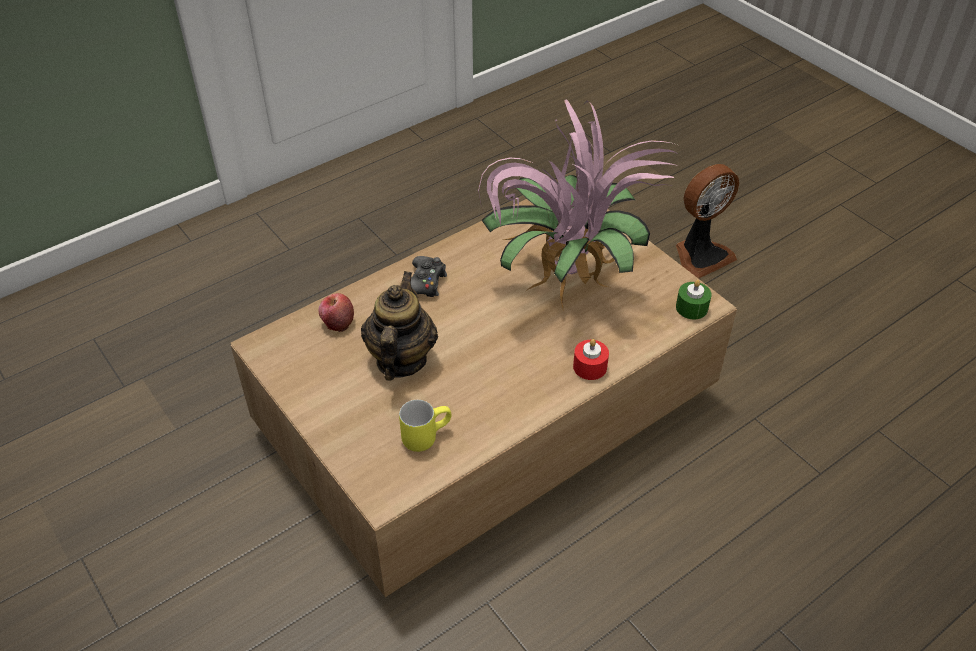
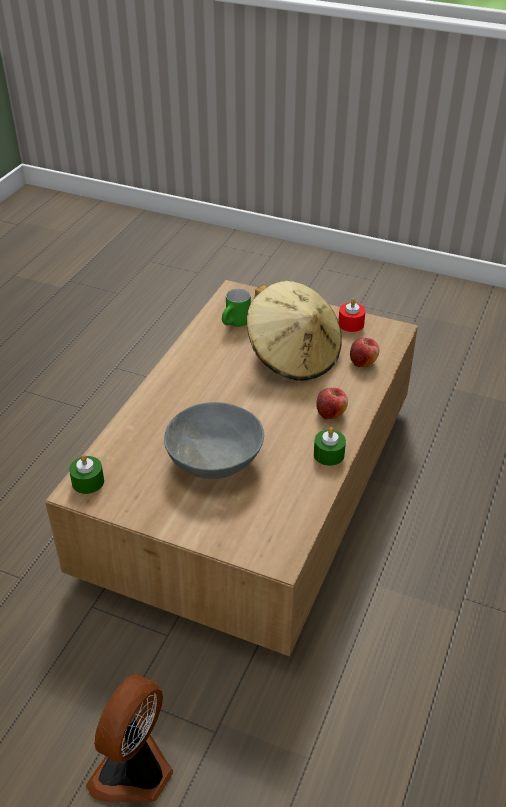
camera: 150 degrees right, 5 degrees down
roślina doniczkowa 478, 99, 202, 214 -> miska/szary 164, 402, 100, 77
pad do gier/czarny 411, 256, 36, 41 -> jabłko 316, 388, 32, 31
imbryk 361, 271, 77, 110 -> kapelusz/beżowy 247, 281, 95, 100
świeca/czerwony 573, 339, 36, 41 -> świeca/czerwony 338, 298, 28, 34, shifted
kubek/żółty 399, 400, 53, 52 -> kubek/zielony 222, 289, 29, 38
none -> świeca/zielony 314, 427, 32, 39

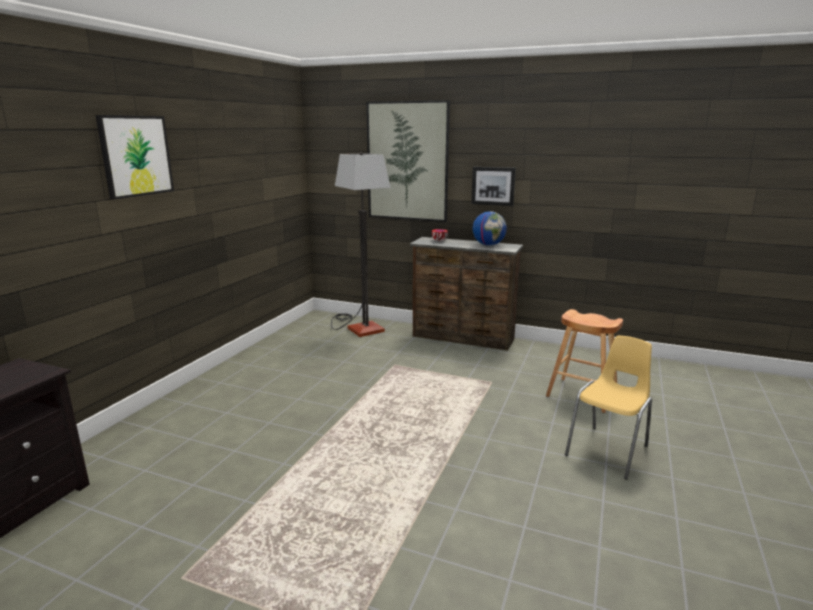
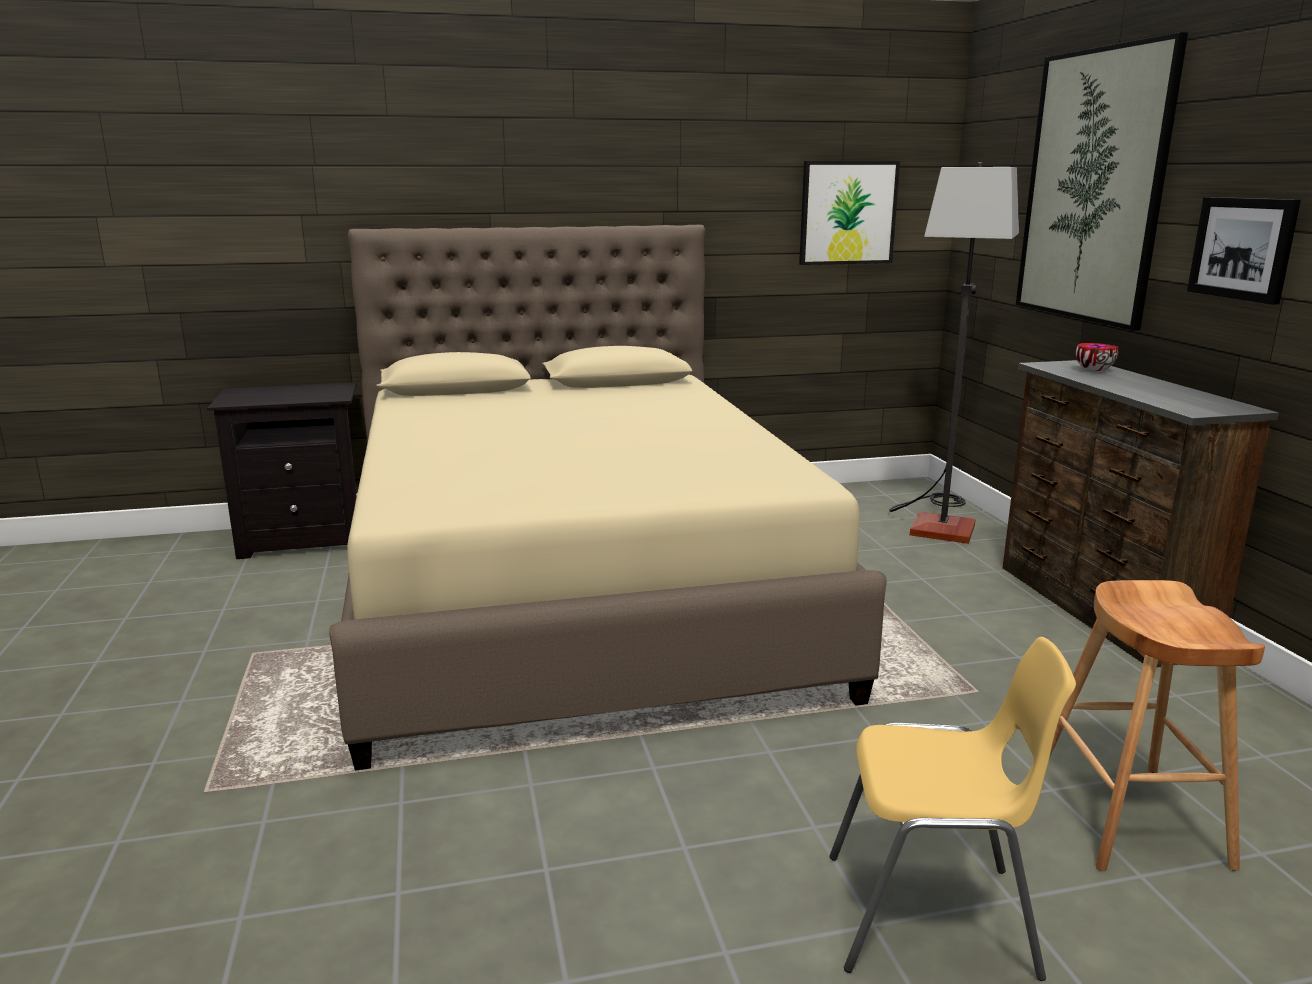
camera: 55 degrees right, 0 degrees up
obraz 95, 115, 79, 85 -> obraz 799, 161, 101, 104, shifted
globus 473, 211, 34, 35 -> none
none -> łóżko/beżowy 329, 225, 558, 546

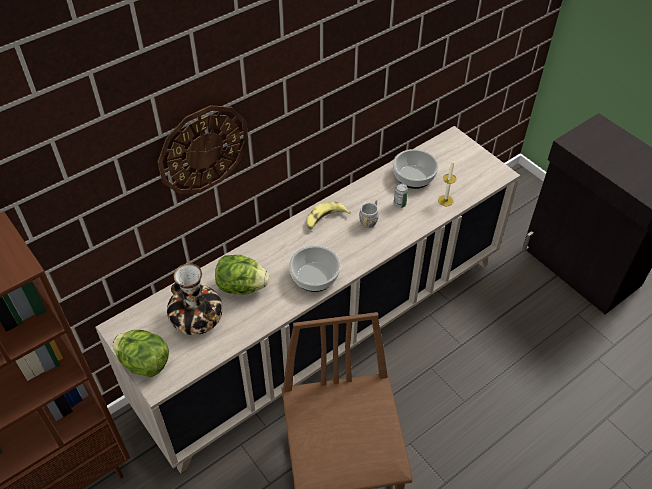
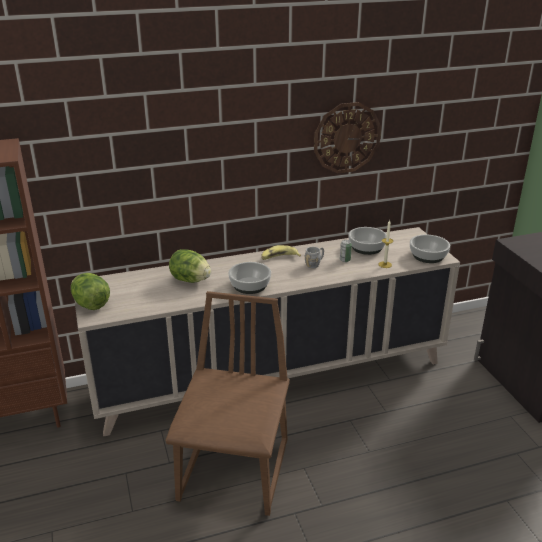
camera: 20 degrees right, 20 degrees down
zegar ścienny 157, 105, 91, 89 -> zegar ścienny 314, 102, 67, 72, shifted
wazon 167, 264, 56, 71 -> none
none -> miska 410, 235, 40, 28

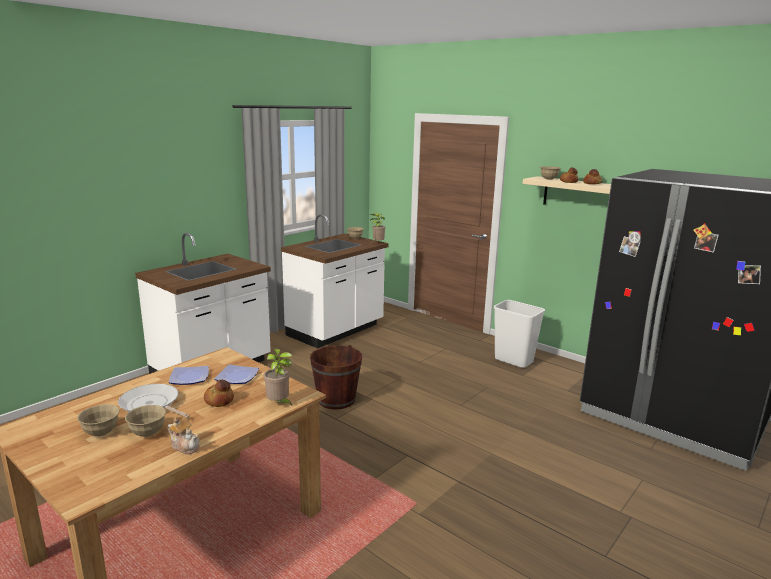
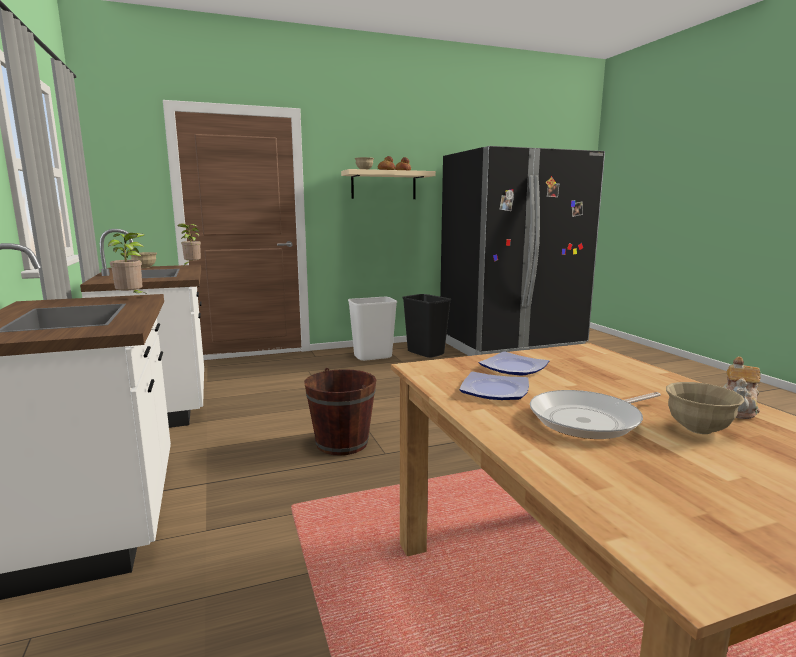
camera: 60 degrees left, 5 degrees down
roślina doniczkowa 264, 349, 28, 56 -> roślina doniczkowa 108, 233, 40, 62, shifted
chleb 204, 380, 30, 27 -> none
miska/beżowy 77, 404, 43, 32 -> none
imbryk 168, 417, 32, 37 -> imbryk 723, 357, 37, 62, 150 degrees clockwise
none -> kosz na śmieci/czarny 402, 294, 49, 64

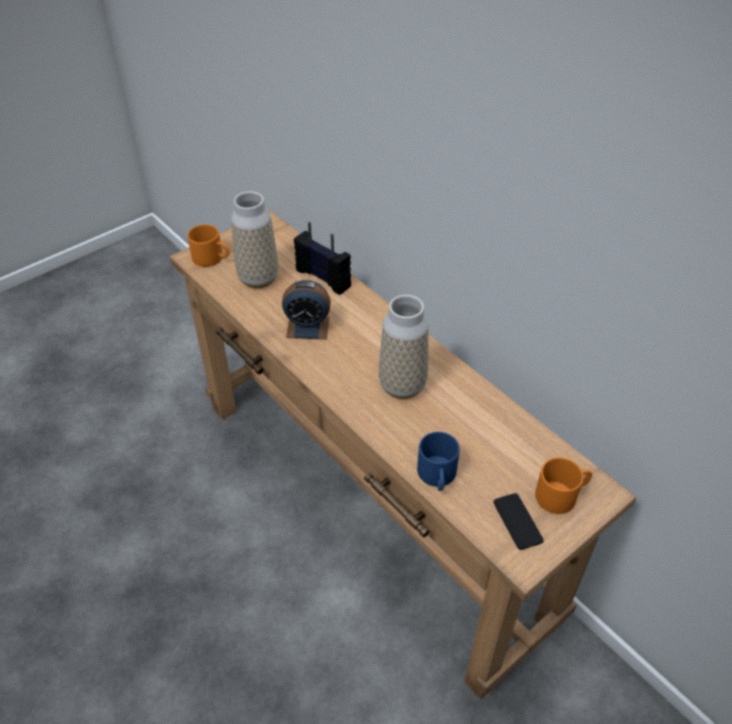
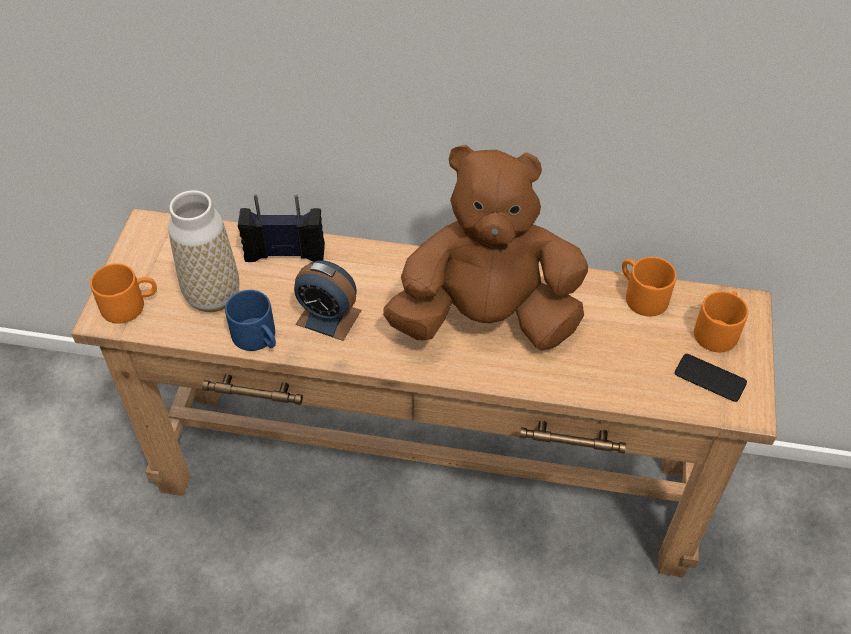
camera: 40 degrees left, 5 degrees up
budzik 282, 280, 49, 60 -> budzik 294, 260, 67, 81, 60 degrees clockwise
wazon 379, 295, 50, 104 -> pluszak/brązowy 383, 145, 205, 206
kubek/niebieski 417, 432, 43, 59 -> kubek/niebieski 225, 290, 51, 61, shifted
none -> kubek/pomarańczowy 622, 257, 55, 59

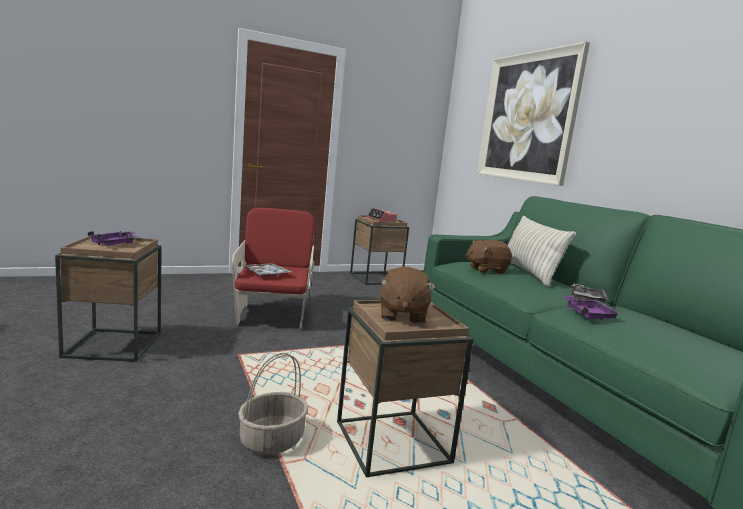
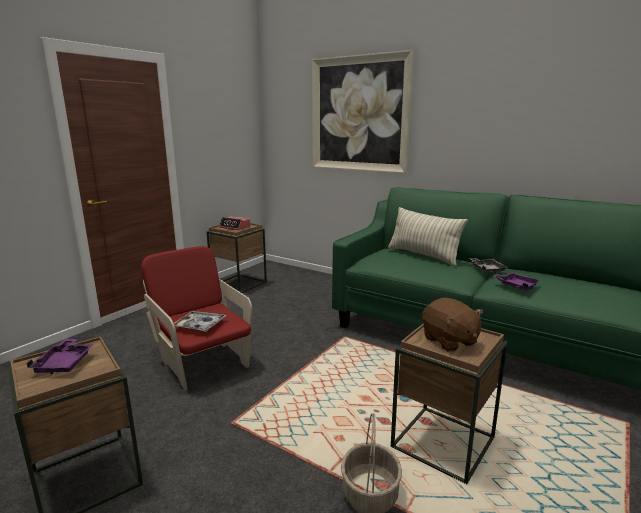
camera: 30 degrees left, 5 degrees up
pluszak/brązowy 466, 240, 46, 34 -> none

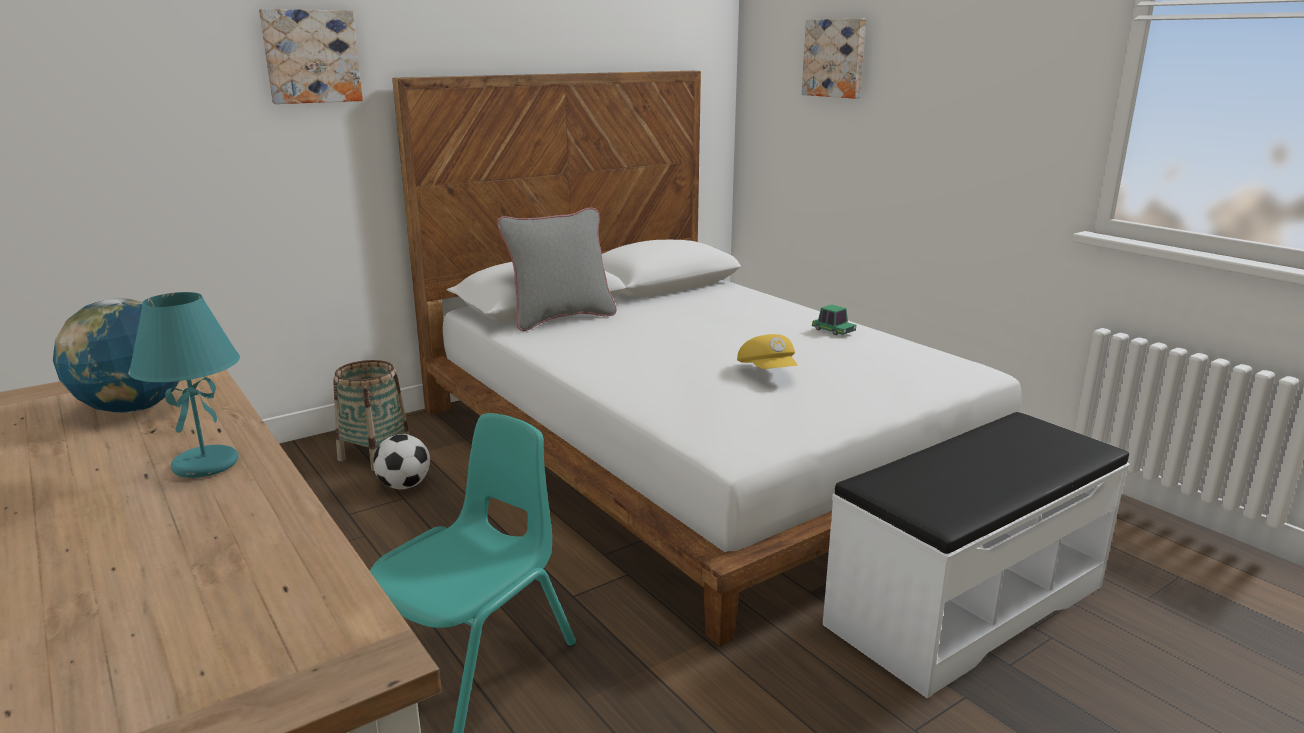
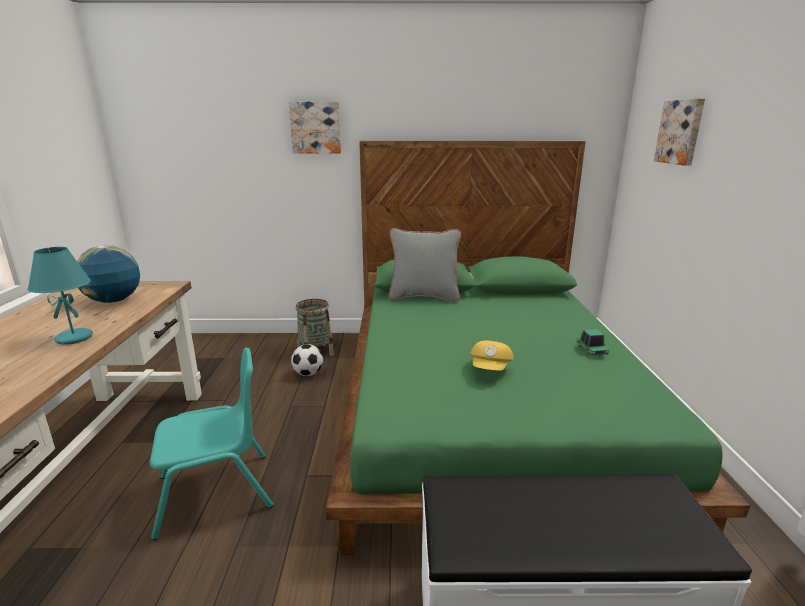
camera: 35 degrees right, 0 degrees up
łóżko/biały 392, 71, 630, 576 -> łóżko/zielony 326, 141, 424, 414

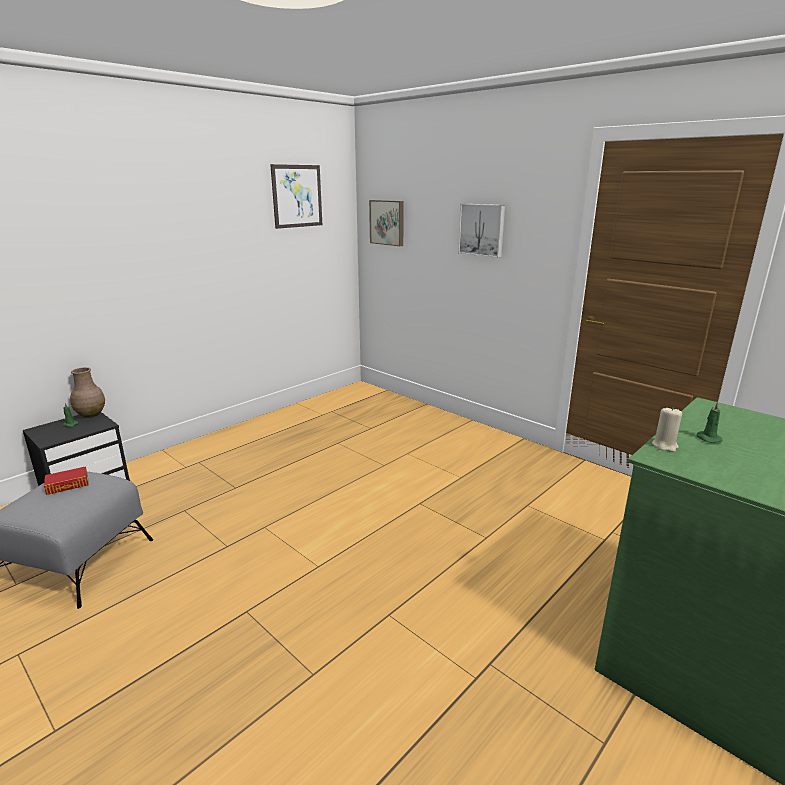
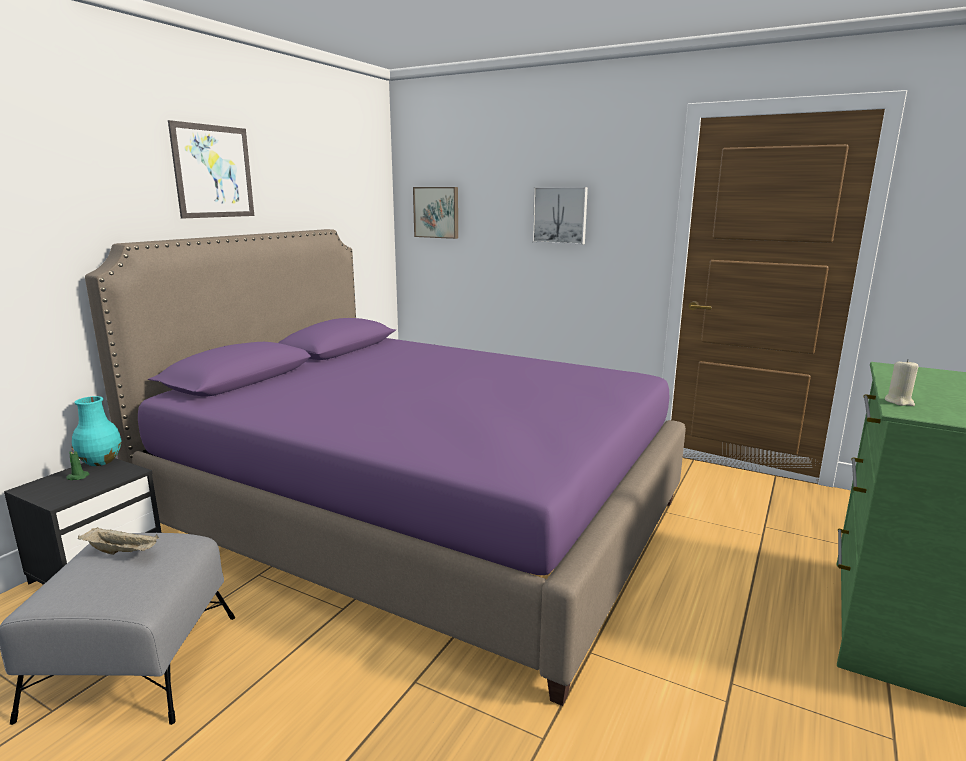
camera: 15 degrees left, 5 degrees down
obraz 270, 164, 52, 65 -> obraz 168, 120, 86, 99, shifted
wazon/brązowy 70, 367, 35, 51 -> wazon/turkusowy 72, 396, 50, 70
świeca/zielony 697, 401, 25, 42 -> none
książka 44, 466, 45, 29 -> taca/beżowy 78, 527, 81, 28
none -> łóżko/fioletowy 85, 229, 601, 477

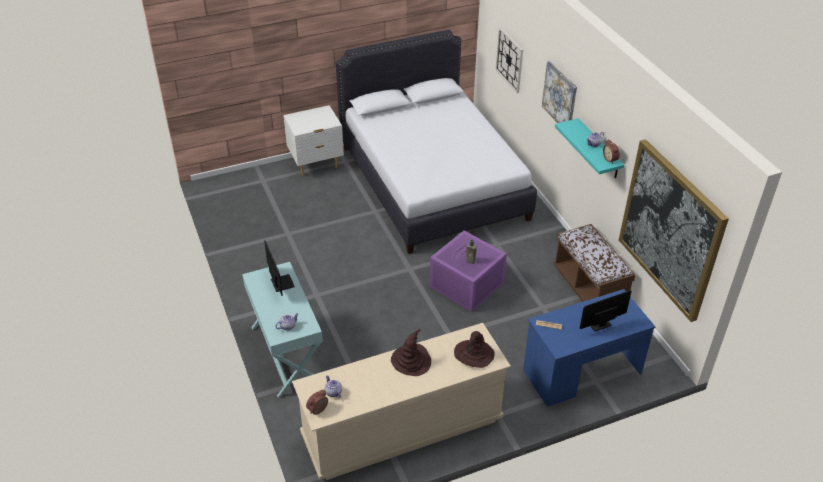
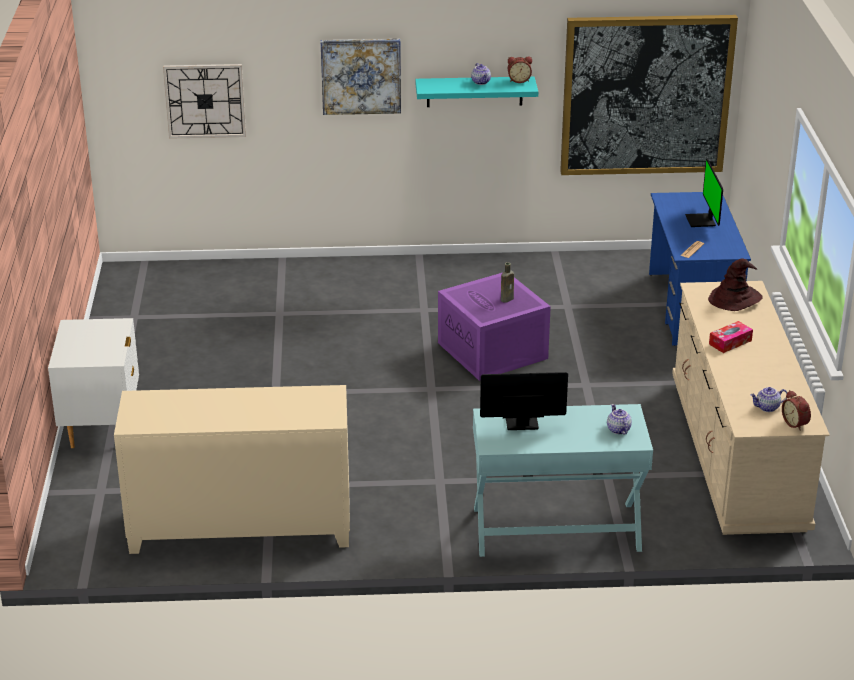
camera: 70 degrees left, 10 degrees down
łóżko/biały 336, 30, 201, 224 -> none
ławka/brązowy 553, 224, 82, 78 -> none
kapelusz/brązowy 391, 329, 40, 47 -> pudełko chusteczek 709, 321, 44, 32
none -> szafka/beżowy 114, 385, 236, 169

